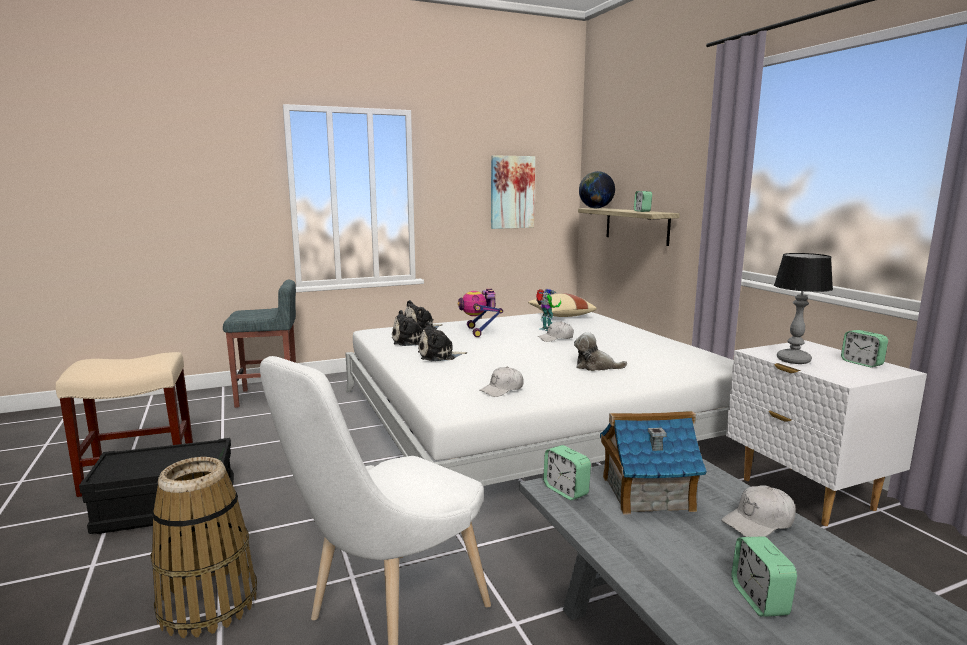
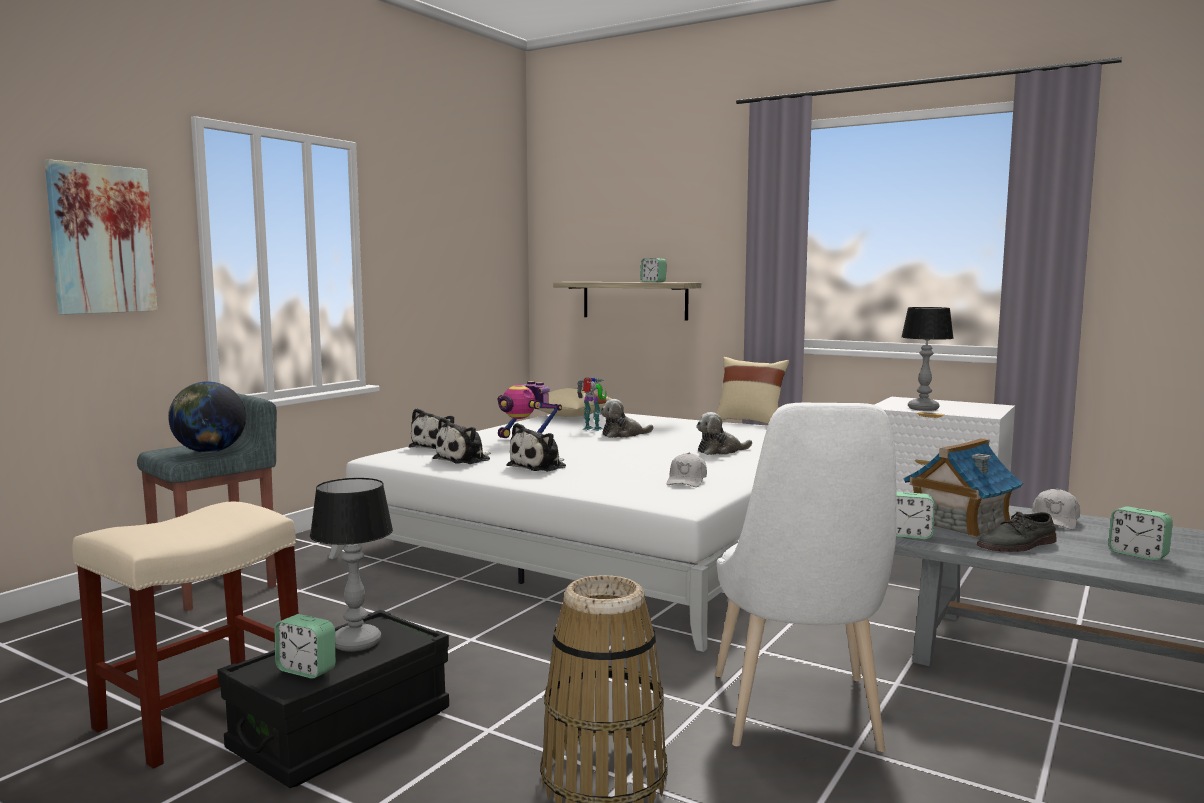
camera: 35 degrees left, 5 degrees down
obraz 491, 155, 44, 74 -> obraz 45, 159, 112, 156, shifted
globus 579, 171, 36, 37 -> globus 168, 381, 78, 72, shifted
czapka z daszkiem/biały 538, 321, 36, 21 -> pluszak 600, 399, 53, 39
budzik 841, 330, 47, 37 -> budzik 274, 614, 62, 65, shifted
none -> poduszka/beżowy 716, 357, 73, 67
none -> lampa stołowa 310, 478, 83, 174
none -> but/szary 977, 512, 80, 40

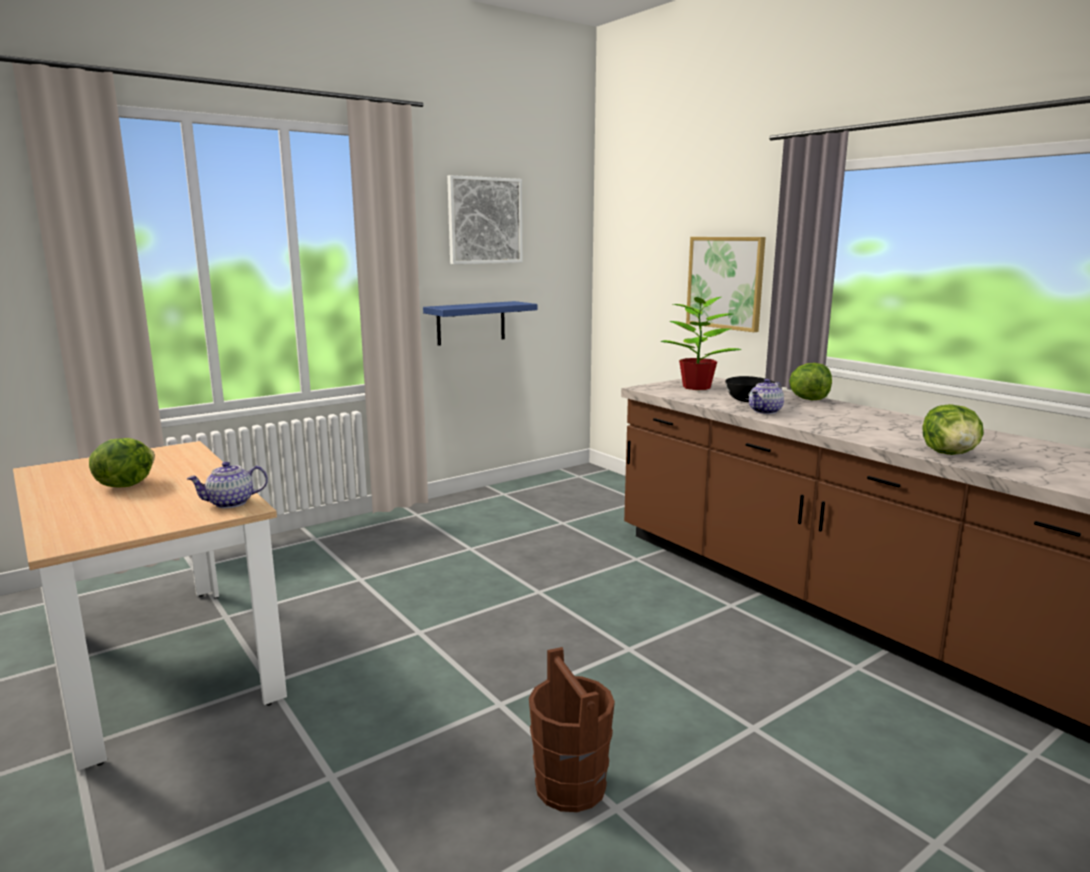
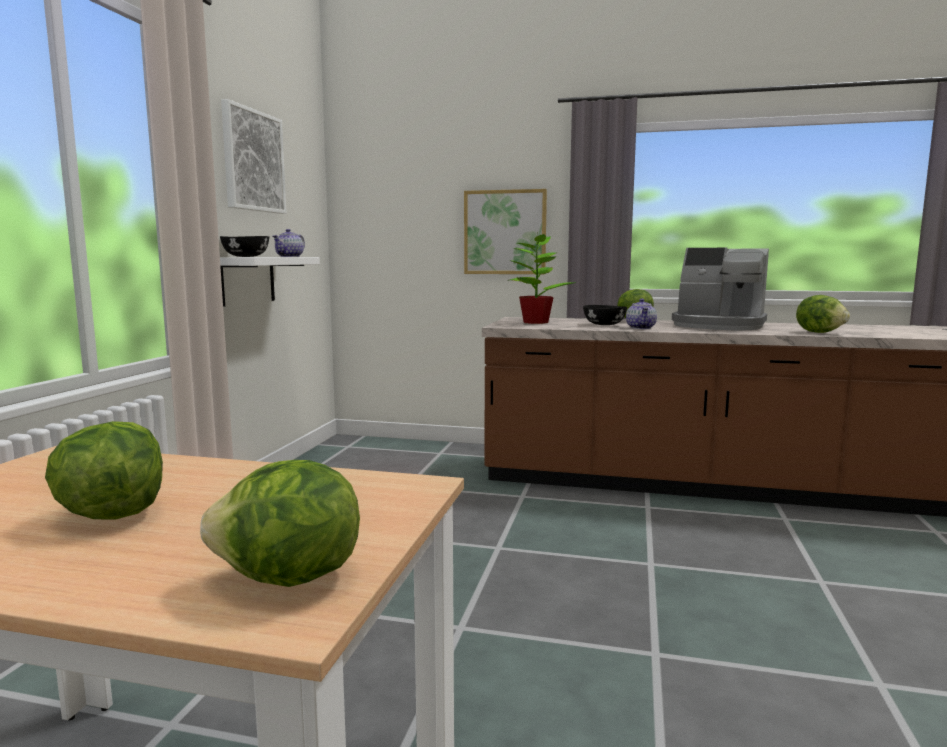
camera: 40 degrees left, 5 degrees down
półka/niebieski 423, 301, 114, 45 -> półka/biały 220, 257, 100, 50
imbryk 187, 462, 81, 46 -> imbryk 273, 229, 32, 28, shifted
wiadro/brązowy 529, 647, 86, 165 -> none
none -> miska/czarny 220, 236, 49, 21
none -> ekspres do kawy 672, 248, 97, 82
none -> sałata 200, 460, 160, 127

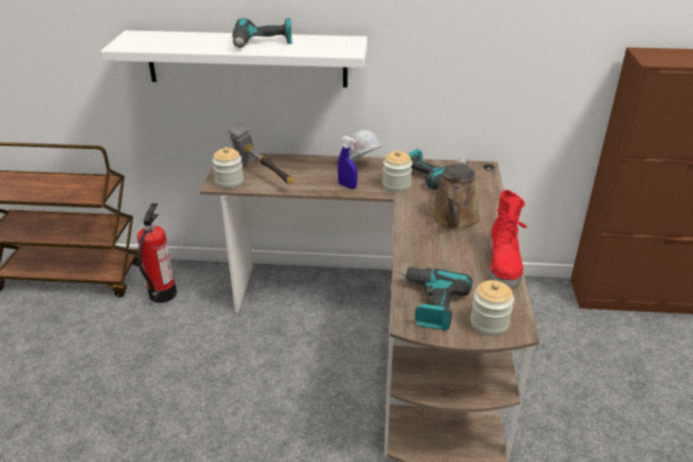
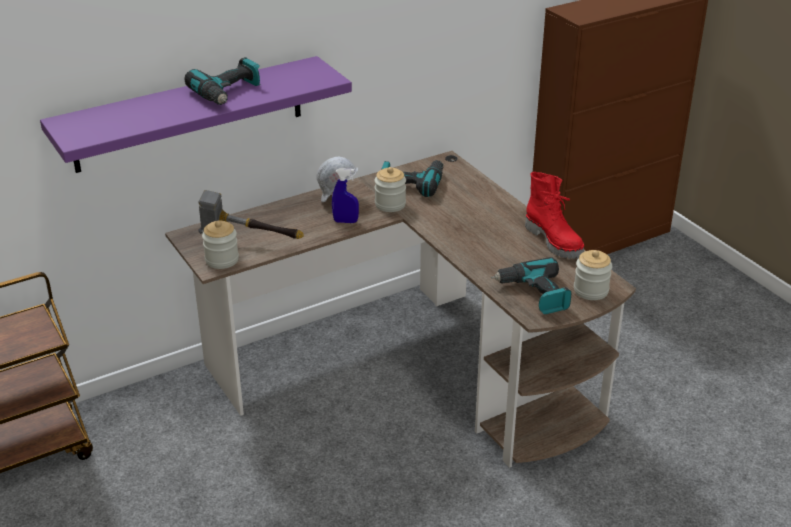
camera: 35 degrees left, 0 degrees up
półka/biały 100, 30, 268, 58 -> półka/fioletowy 40, 56, 312, 117
konewka/brązowy 430, 158, 50, 72 -> none
gaśnica 137, 203, 40, 100 -> none

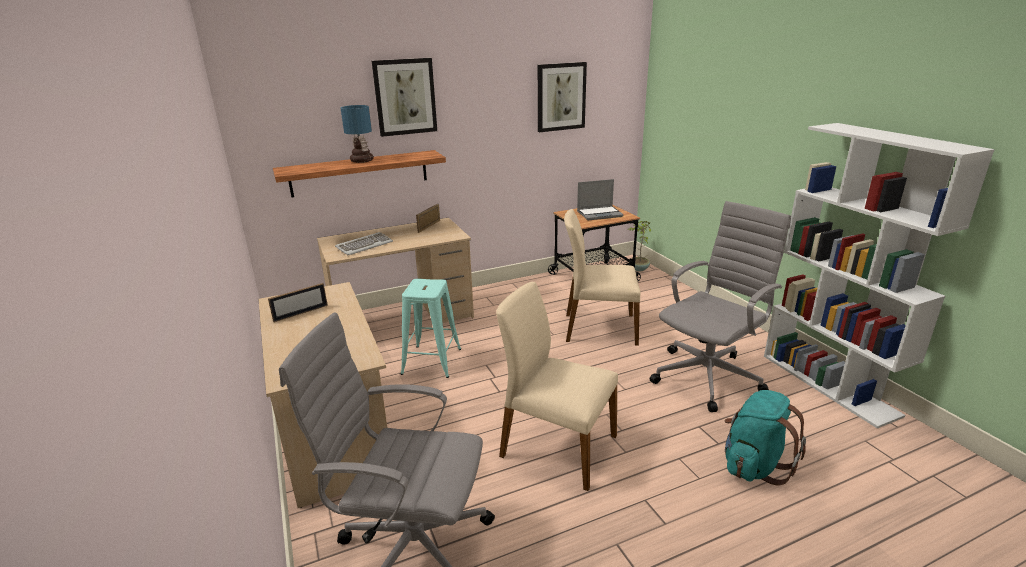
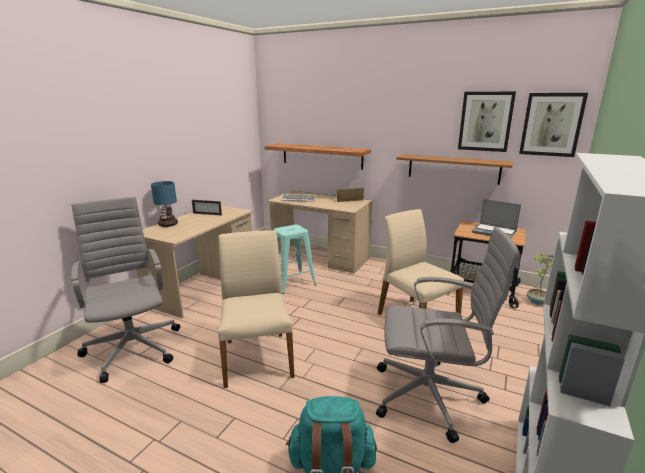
camera: 50 degrees right, 5 degrees down
obraz 372, 58, 65, 79 -> obraz 519, 93, 69, 64, shifted
lampa stołowa 341, 105, 33, 58 -> lampa stołowa 151, 181, 27, 46, shifted
none -> półka 396, 154, 117, 31

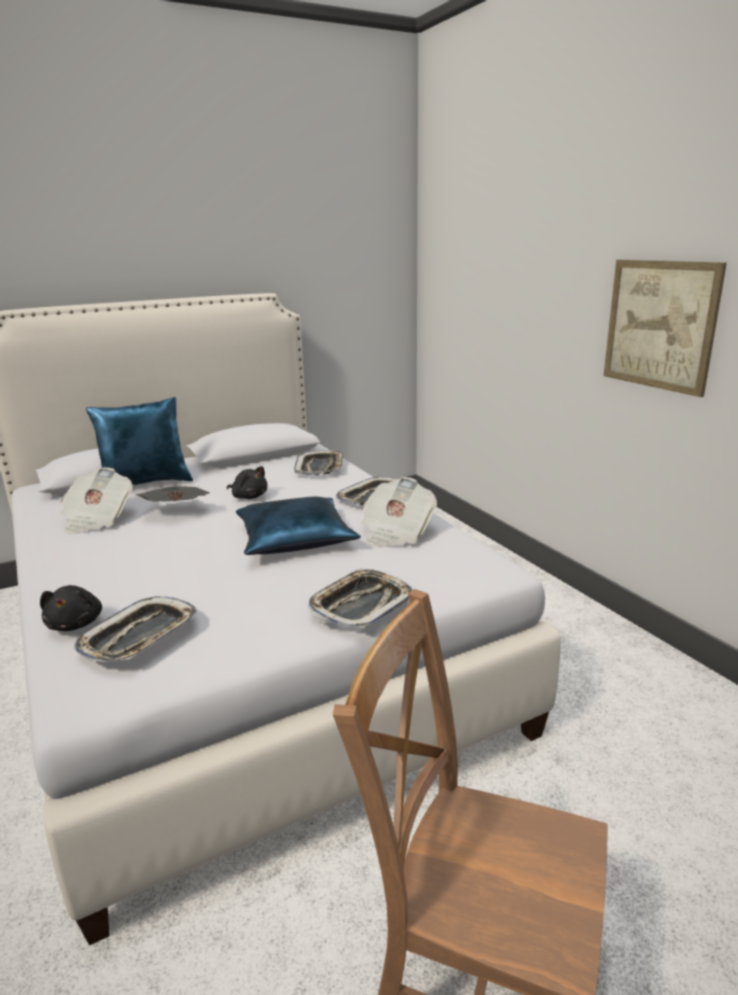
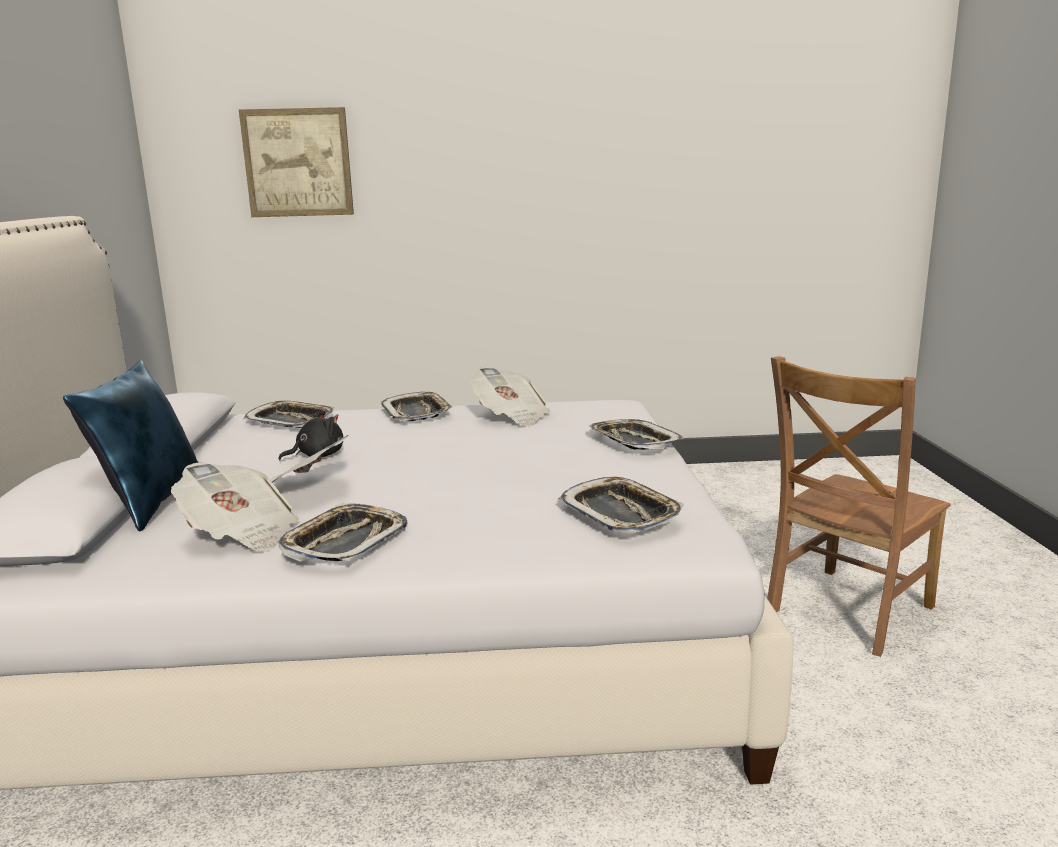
camera: 65 degrees left, 5 degrees down
obraz 603, 260, 124, 137 -> obraz 239, 107, 115, 110, shifted
poduszka/niebieski 236, 497, 125, 58 -> none
pluszak/czarny 40, 585, 62, 46 -> none
none -> taca 278, 503, 129, 59

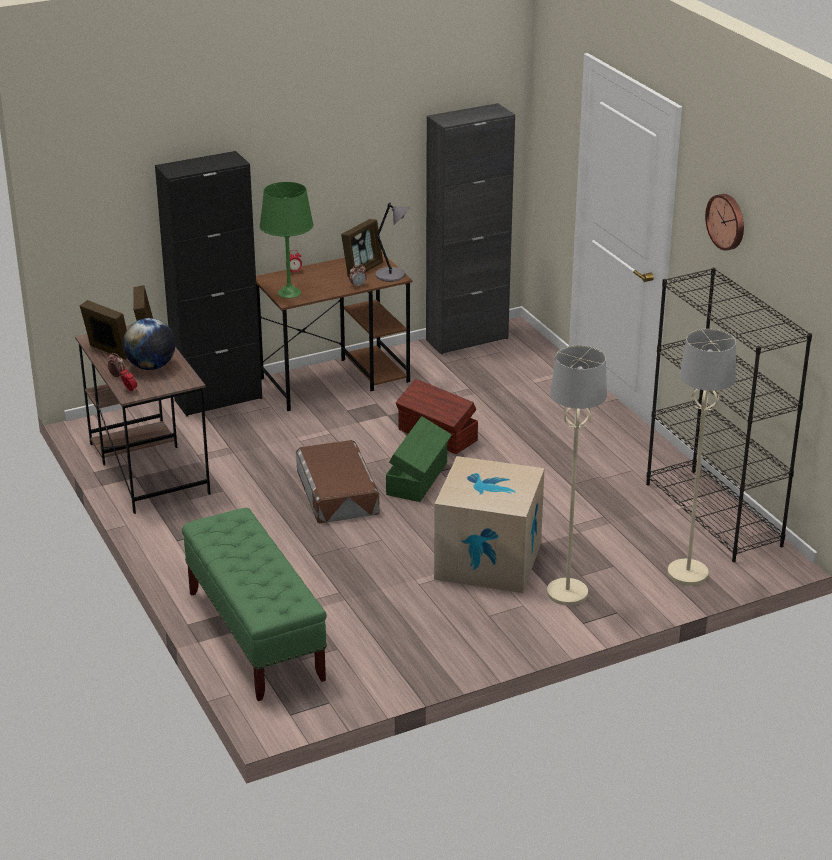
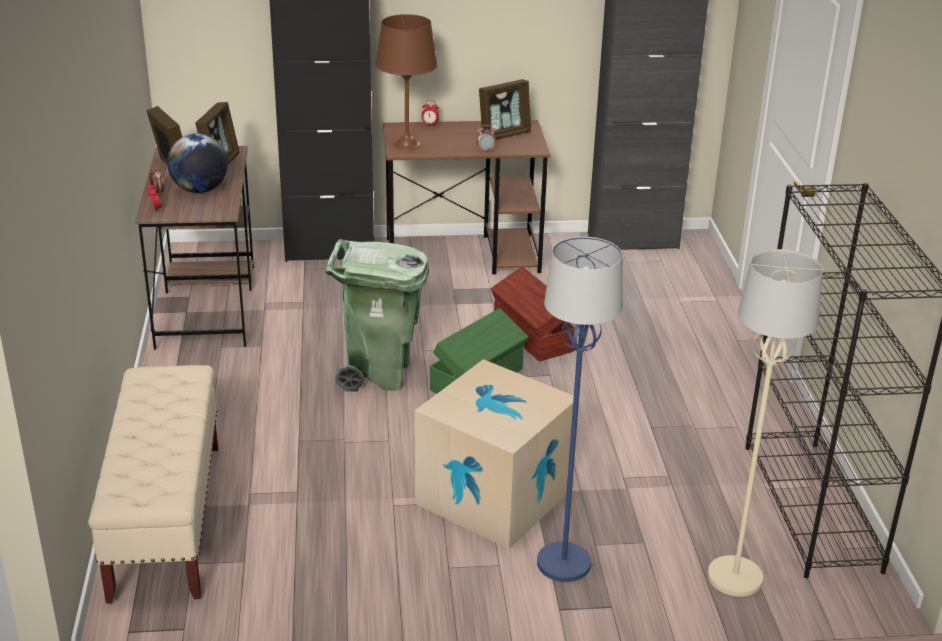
camera: 20 degrees right, 0 degrees up
lampa stołowa/zielony 260, 182, 53, 116 -> lampa stołowa/brązowy 376, 14, 61, 136
zegar ścienny 705, 194, 39, 57 -> none
lampa stołowa/szary 375, 202, 35, 80 -> none
lampa stojąca/beżowy 547, 345, 60, 261 -> lampa stojąca/niebieski 537, 237, 86, 345
pojemnik do przechowywania/brązowy 296, 440, 84, 83 -> kosz na śmieci/zielony 325, 239, 104, 153
ławka/zielony 182, 508, 145, 193 -> ławka/beżowy 88, 365, 130, 239

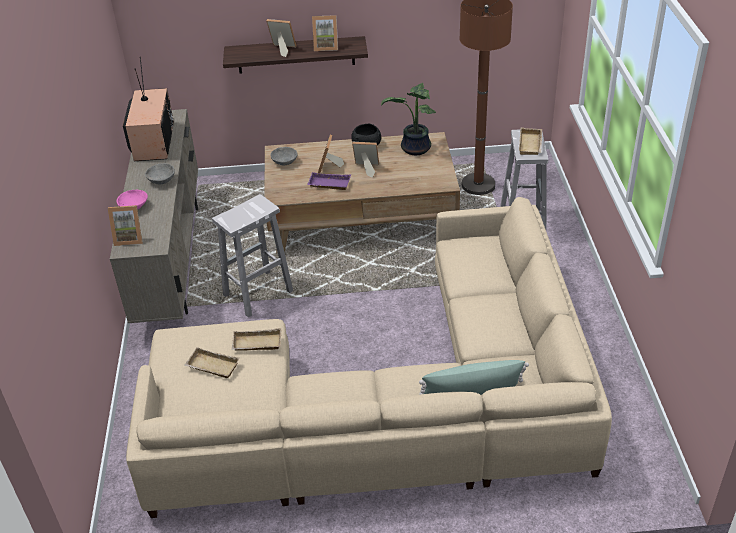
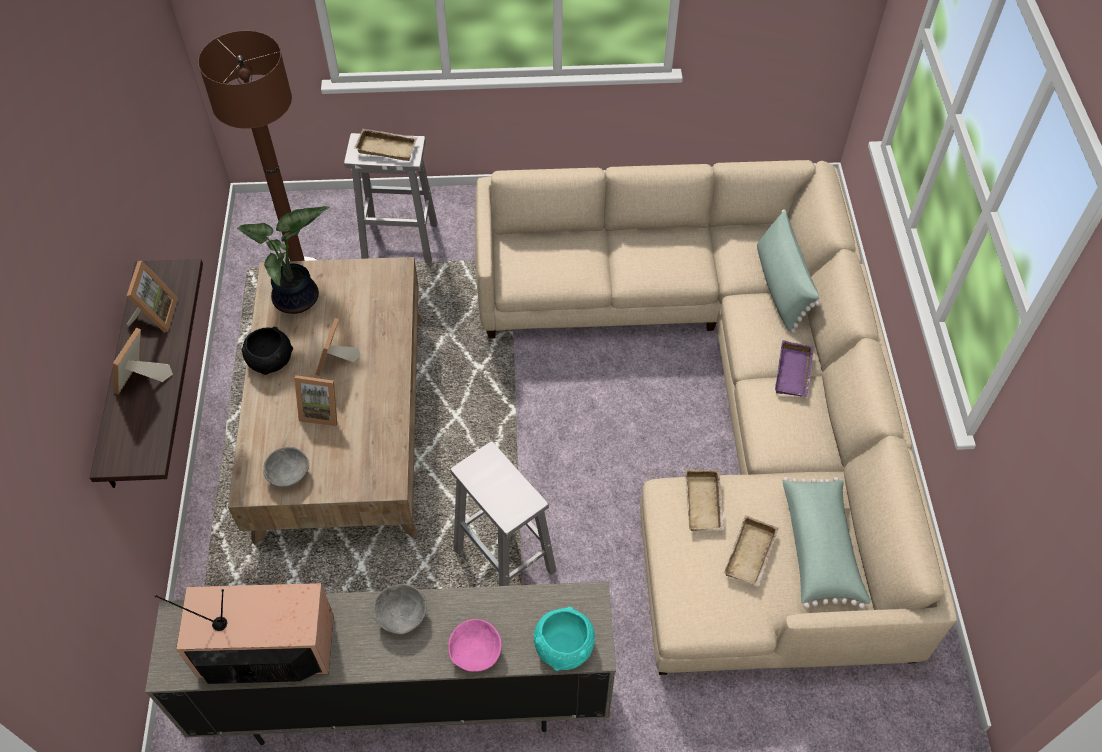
camera: 90 degrees left, 15 degrees up
taca/fioletowy 307, 172, 44, 18 -> taca/fioletowy 775, 340, 39, 57, shifted
ramka na zdjęcie 108, 205, 35, 41 -> miska/turkusowy 534, 607, 61, 64
none -> poduszka/zielony 783, 477, 88, 132

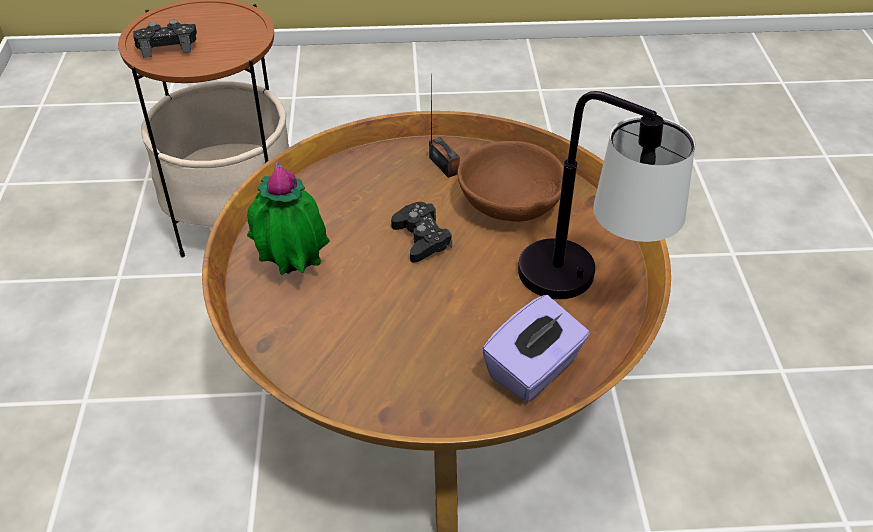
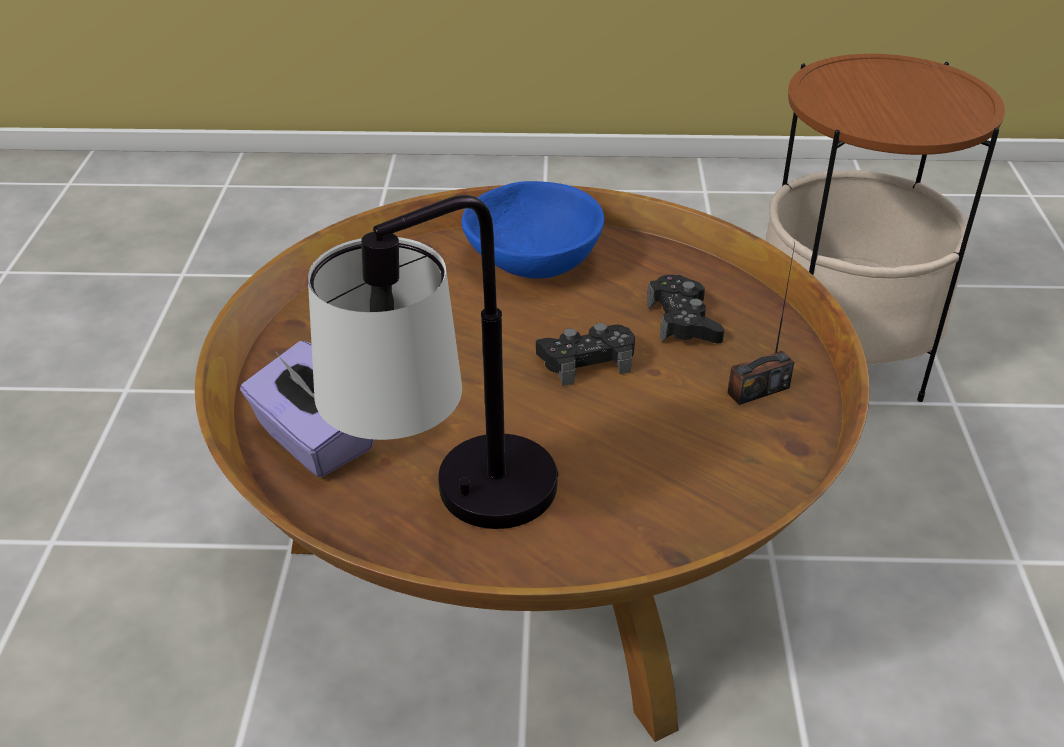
camera: 95 degrees right, 5 degrees down
pad do gier/czarny 133, 20, 64, 38 -> pad do gier/czarny 647, 275, 77, 69, shifted
miska/brązowy 457, 141, 107, 81 -> none
roślina doniczkowa 247, 160, 83, 115 -> miska/niebieski 462, 181, 143, 98

